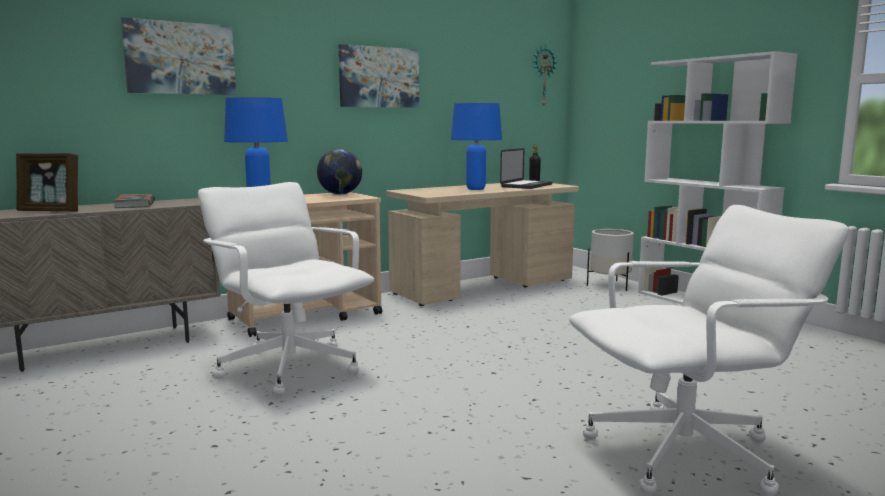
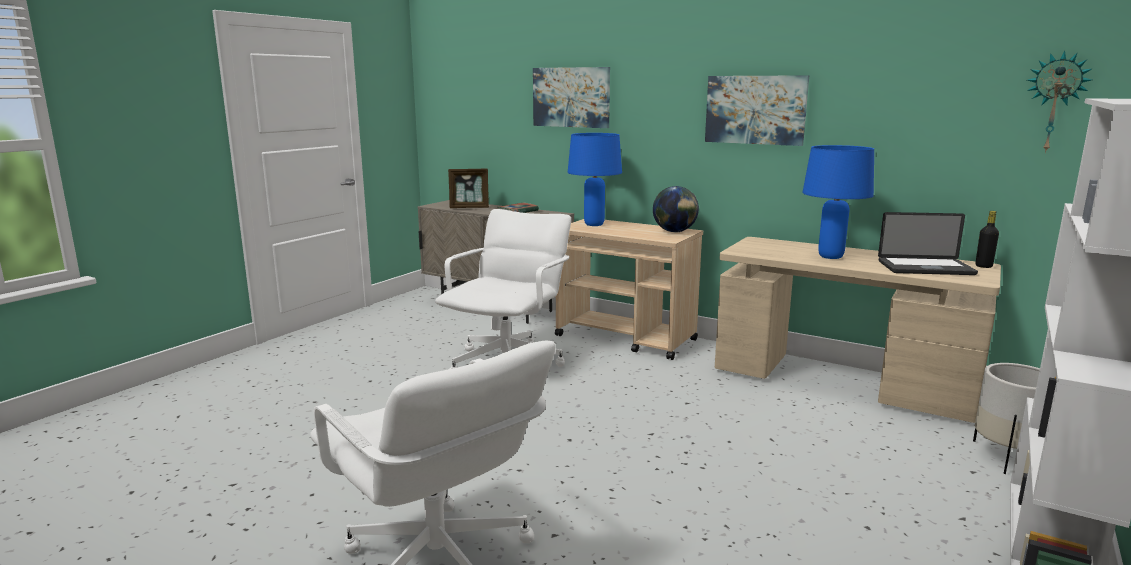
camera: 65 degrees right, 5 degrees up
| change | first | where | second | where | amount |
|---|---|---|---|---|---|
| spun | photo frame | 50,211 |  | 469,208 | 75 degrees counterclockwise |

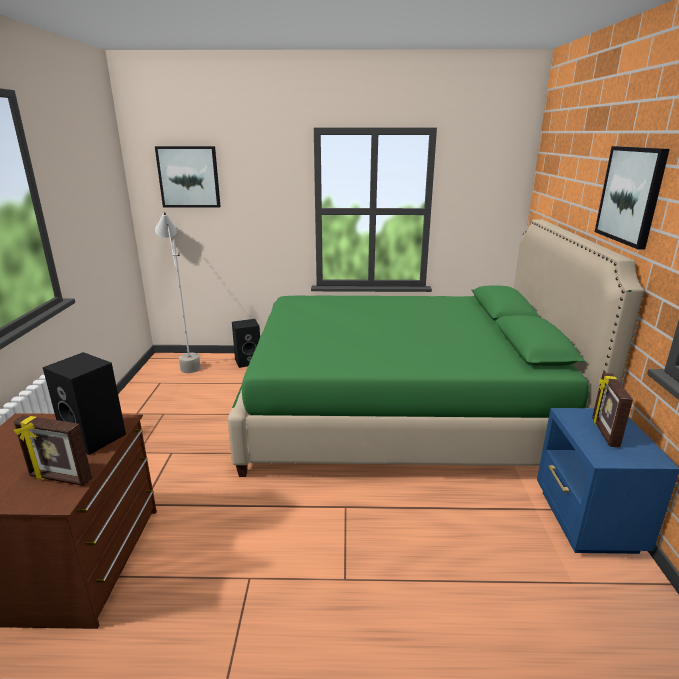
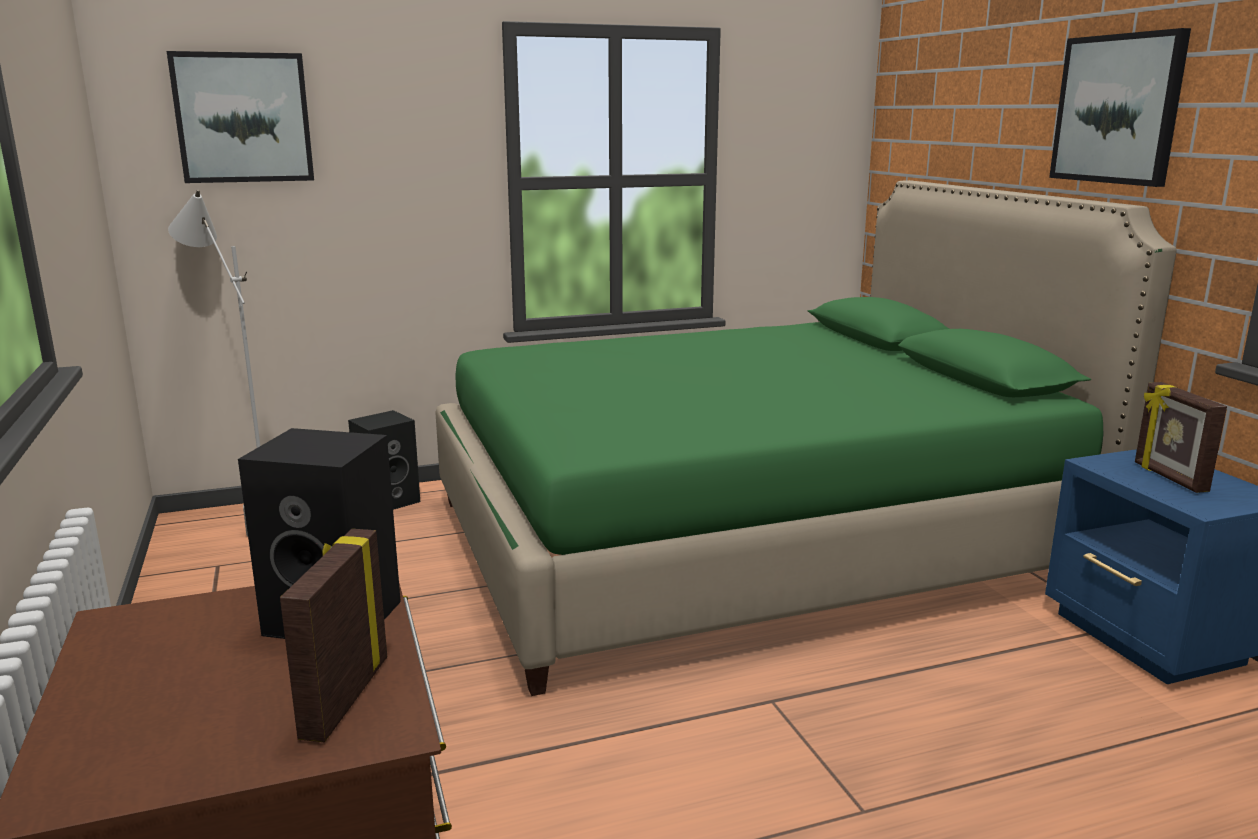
camera: 20 degrees left, 5 degrees down
| change | first | where | second | where | amount |
|---|---|---|---|---|---|
| spun | photo frame | 60,479 |  | 343,697 | 105 degrees clockwise |

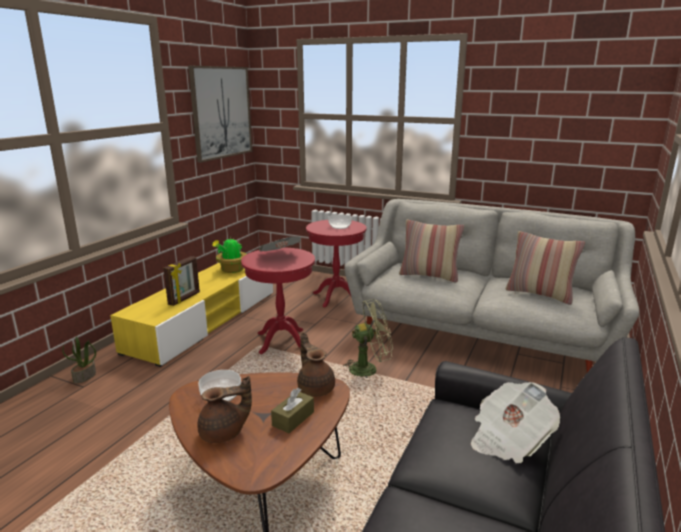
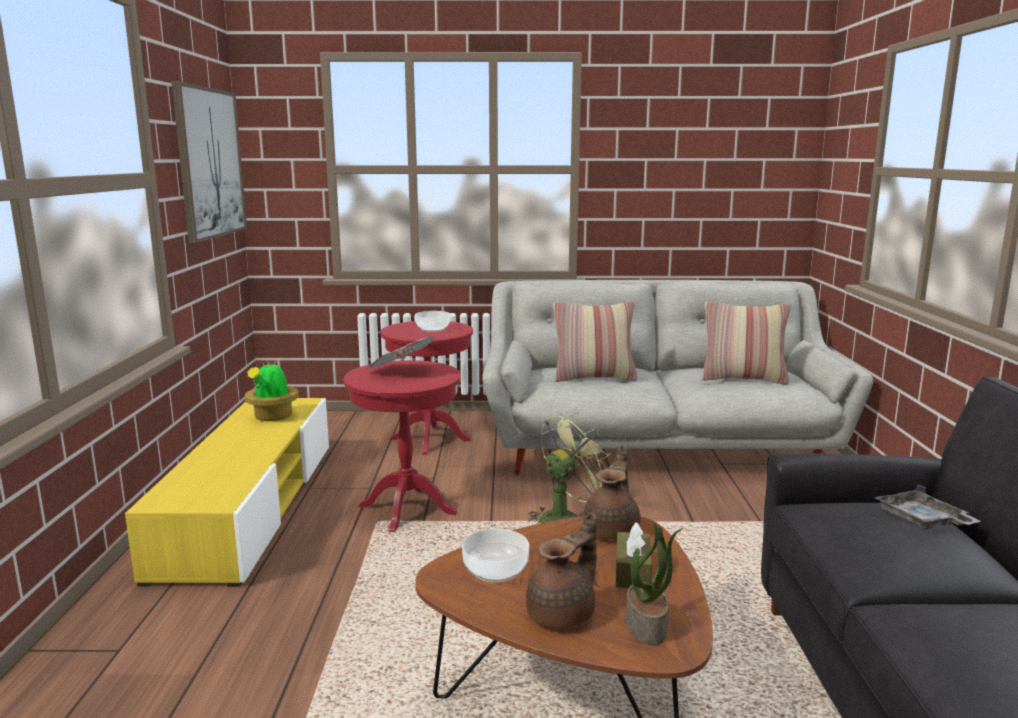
camera: 25 degrees left, 5 degrees down
| change | first | where | second | where | amount |
|---|---|---|---|---|---|
| missing | photo frame | 184,299 |  |  |  |
| relocated | houseplant | 84,377 |  | 647,627 |  |
| exchanged | printed paper | 509,439 | grey tray | 922,520 |  |
| spun | brownish teapot | 315,387 |  | 613,530 | 75 degrees clockwise |

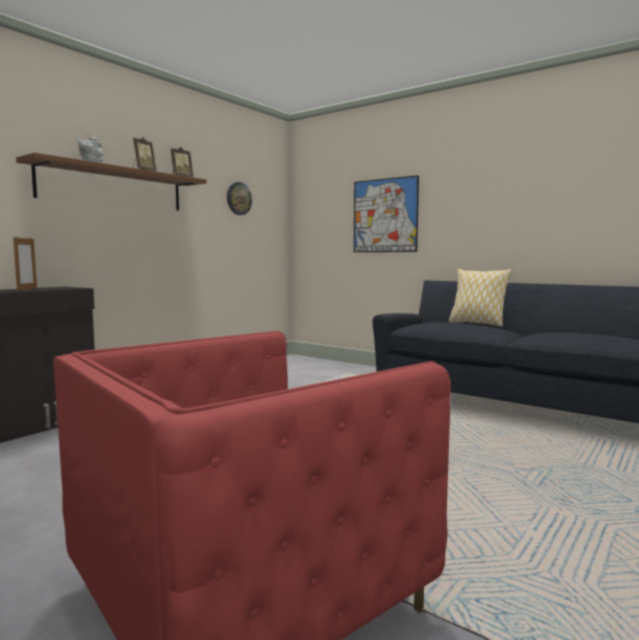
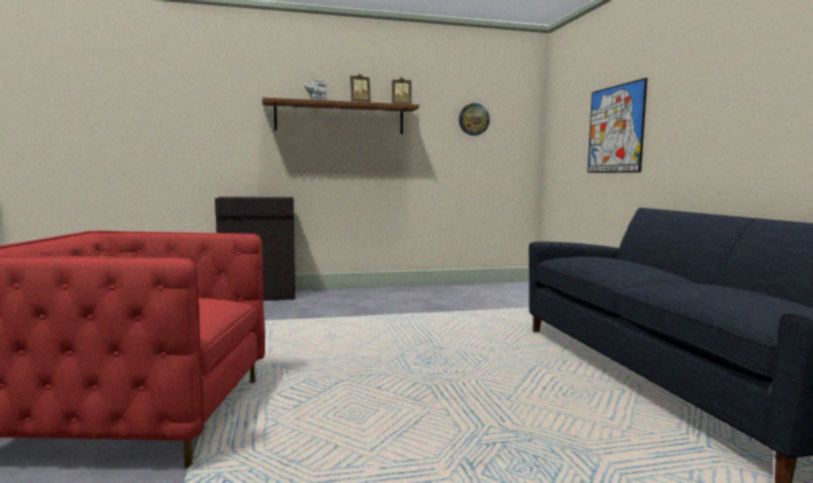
camera: 40 degrees right, 0 degrees up
| change | first | where | second | where | amount |
|---|---|---|---|---|---|
| missing | photo frame | 27,289 |  |  |  |
| missing | pillow | 477,324 |  |  |  |

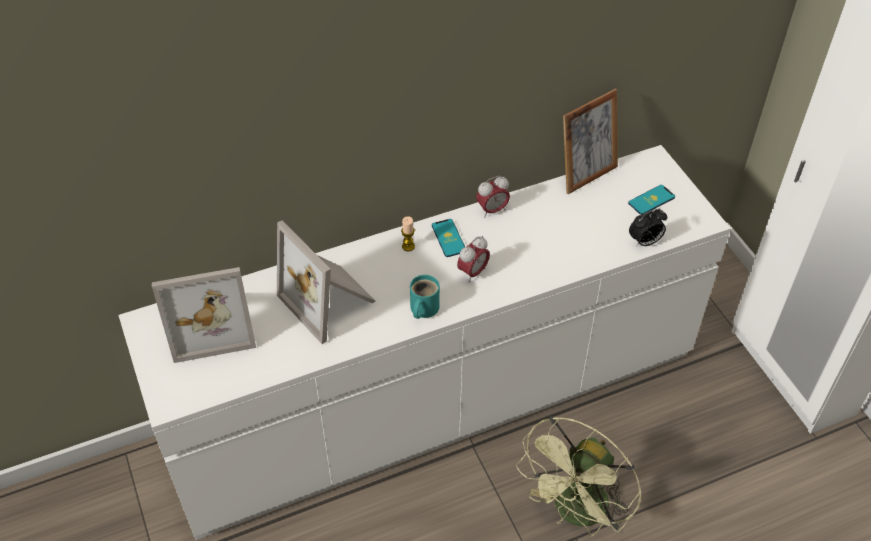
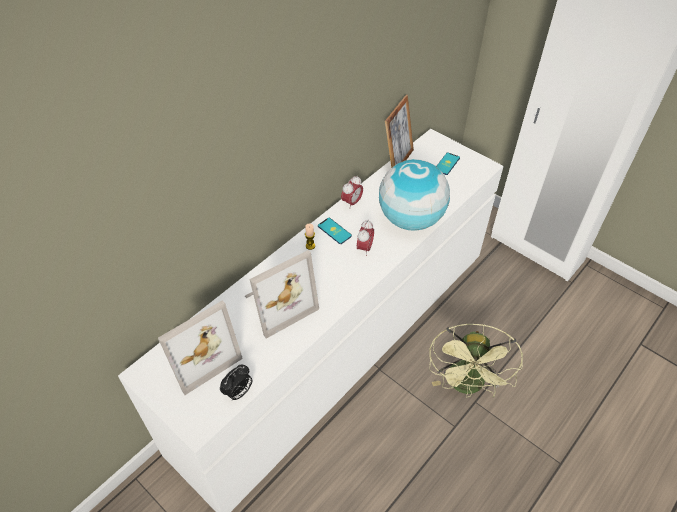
camera: 25 degrees left, 0 degrees up
| change | first | where | second | where | amount |
|---|---|---|---|---|---|
| missing | blue-green mug | 422,308 |  |  |  |
| appeared |  |  | desk globe | 411,219 |  |
| relocated | bedside clock | 645,242 |  | 238,392 |  |
| spun | photo frame | 330,300 |  | 277,303 | 60 degrees counterclockwise |

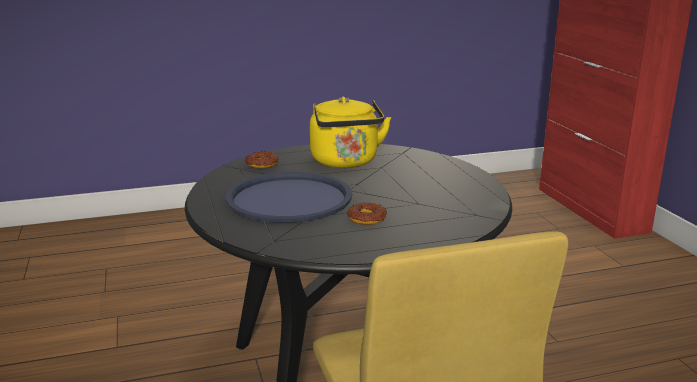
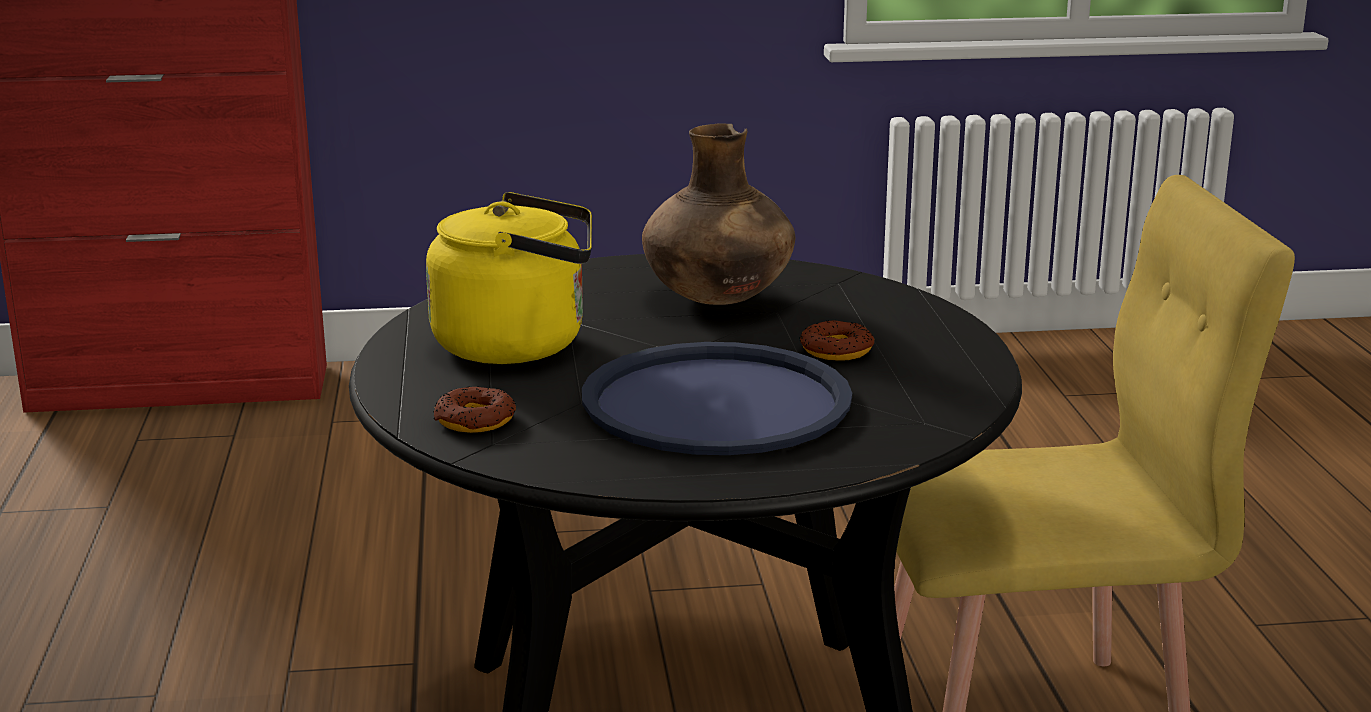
camera: 80 degrees left, 0 degrees up
| change | first | where | second | where | amount |
|---|---|---|---|---|---|
| appeared |  |  | brownish vase | 718,300 |  |

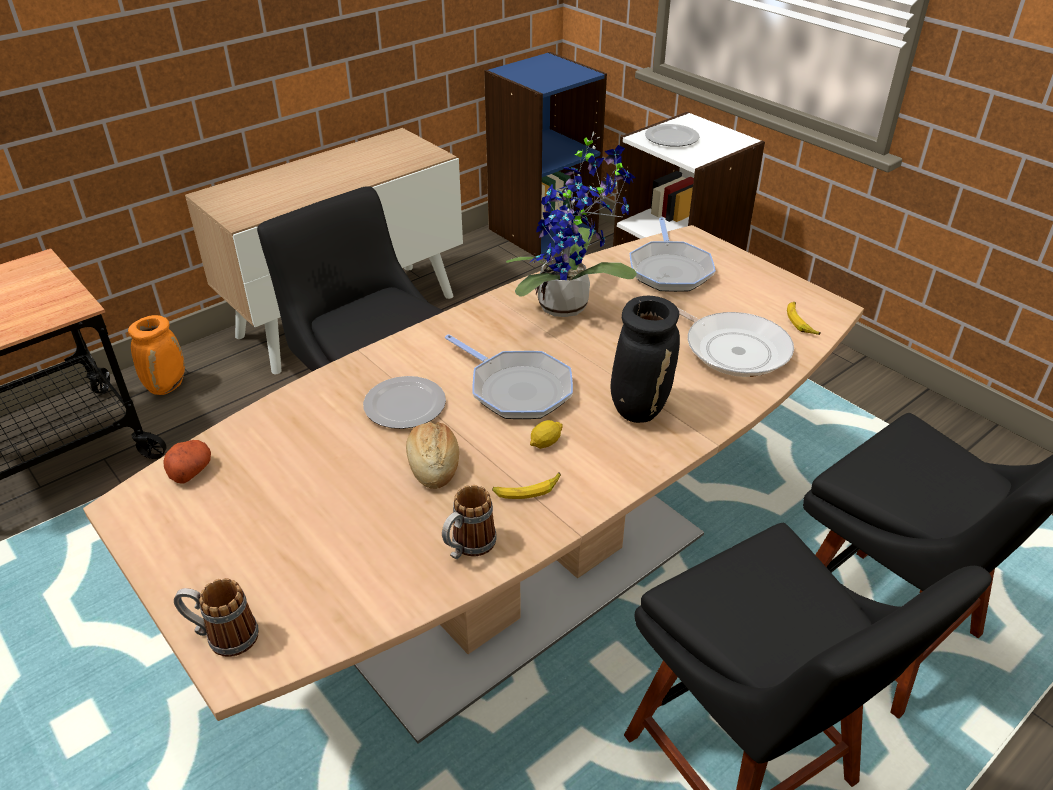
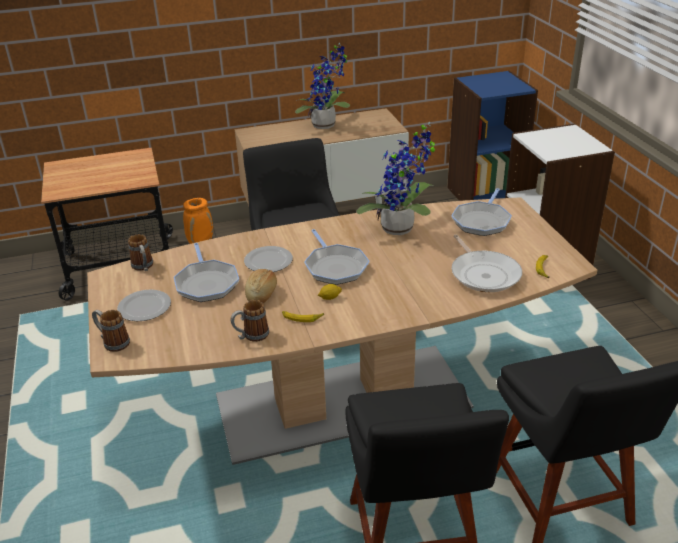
camera: 25 degrees right, 5 degrees down
| change | first | where | second | where | amount |
|---|---|---|---|---|---|
| missing | blackish vase | 639,408 |  |  |  |
| appeared |  |  | frying pan | 206,283 |  |
| appeared |  |  | houseplant | 326,126 |  |
| relocated | dinner plate | 670,138 |  | 144,307 |  |
| exchanged | spud | 190,470 | mug | 143,267 |  |

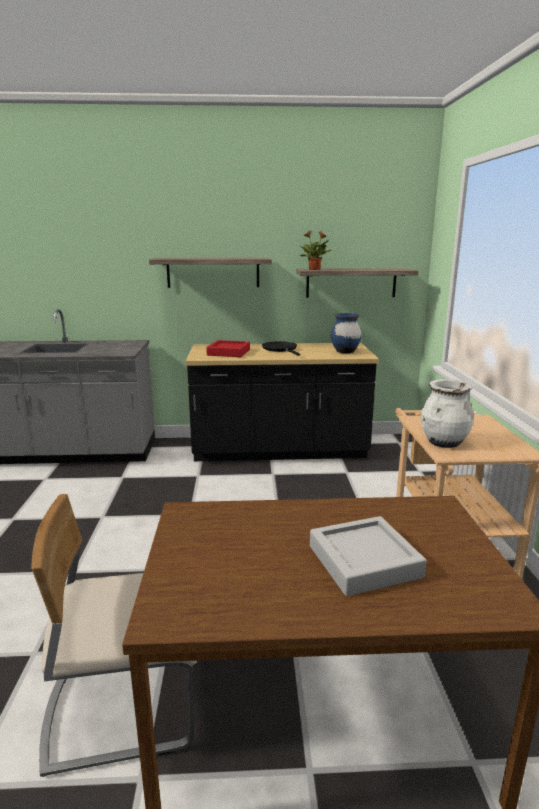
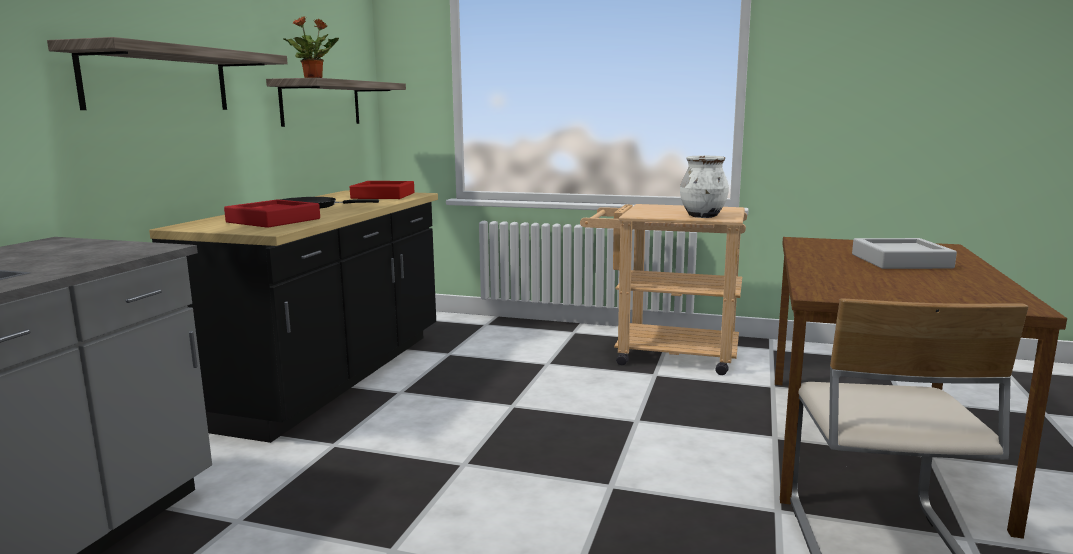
camera: 70 degrees left, 5 degrees down
| change | first | where | second | where | amount |
|---|---|---|---|---|---|
| exchanged | bluish vase | 345,352 | reddish tray | 383,196 |  |

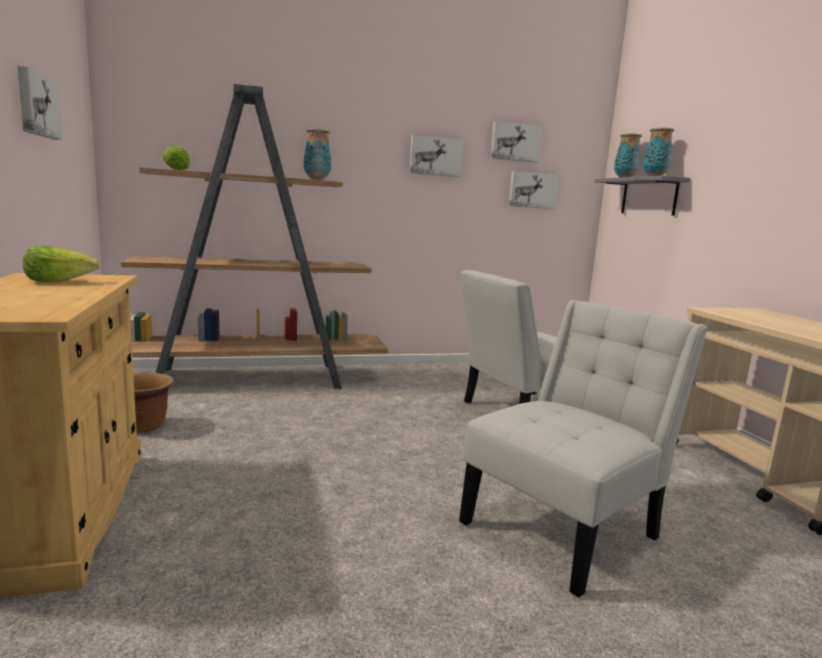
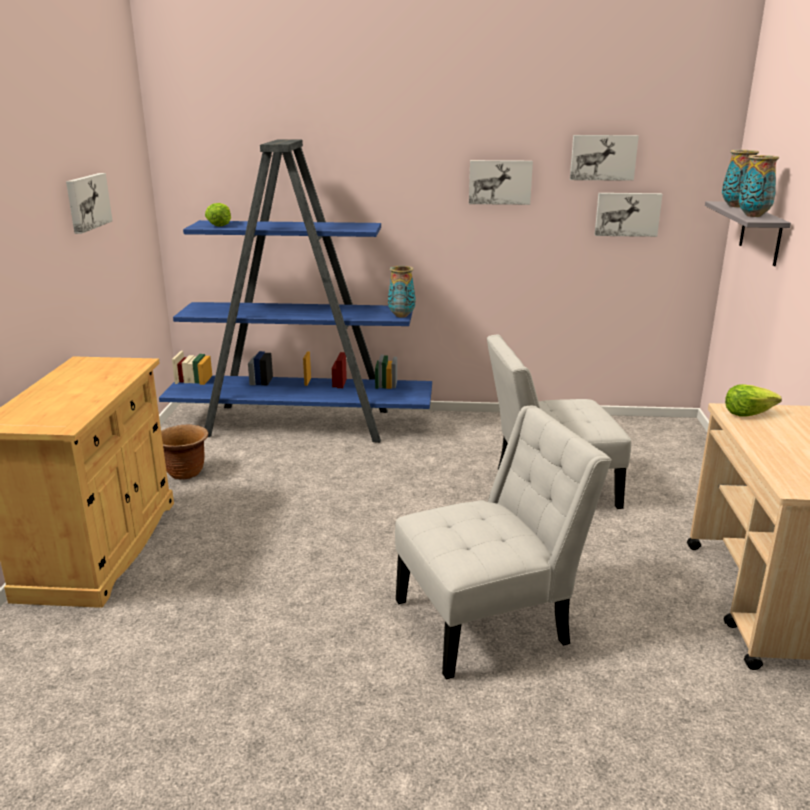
camera: 20 degrees right, 10 degrees up
| change | first | where | second | where | amount |
|---|---|---|---|---|---|
| relocated | lettuce head | 59,281 |  | 747,413 |  |
| relocated | vase | 317,180 |  | 401,316 |  |
| colour | brownish bookcase | 254,378 | bluish bookcase | 302,424 |  |

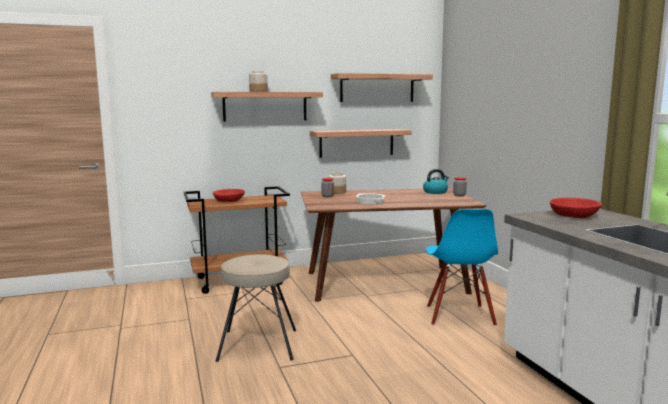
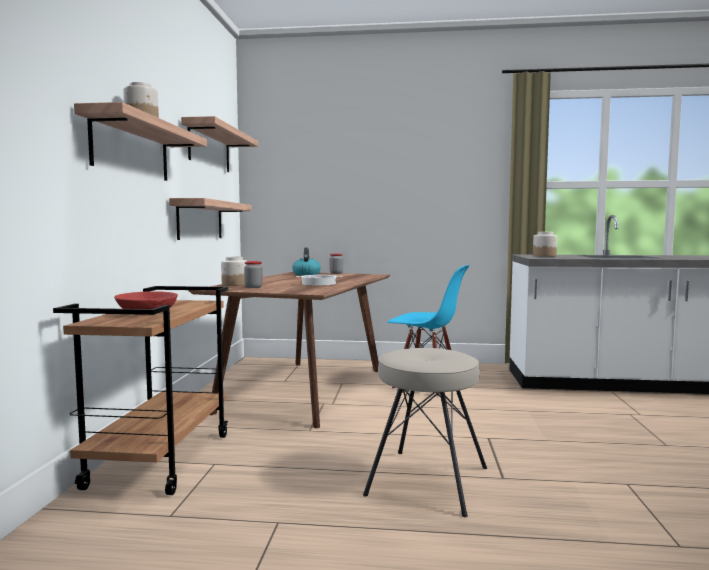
camera: 65 degrees left, 5 degrees down
| change | first | where | second | where | amount |
|---|---|---|---|---|---|
| exchanged | reddish deep dish | 574,216 | preserve jar | 544,256 |  |

